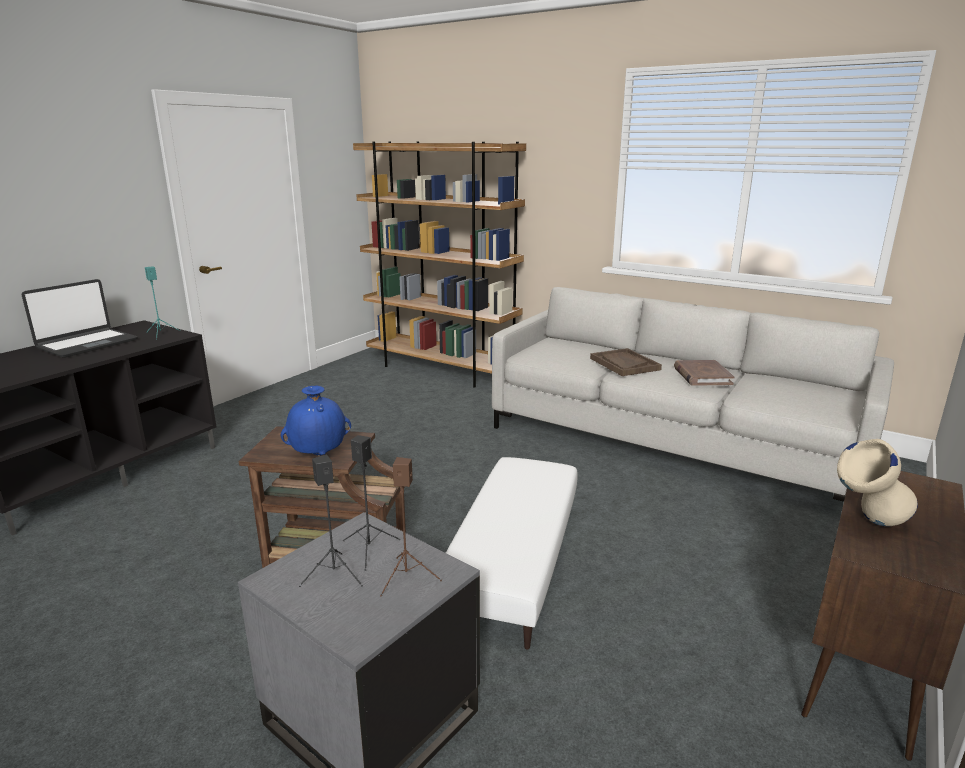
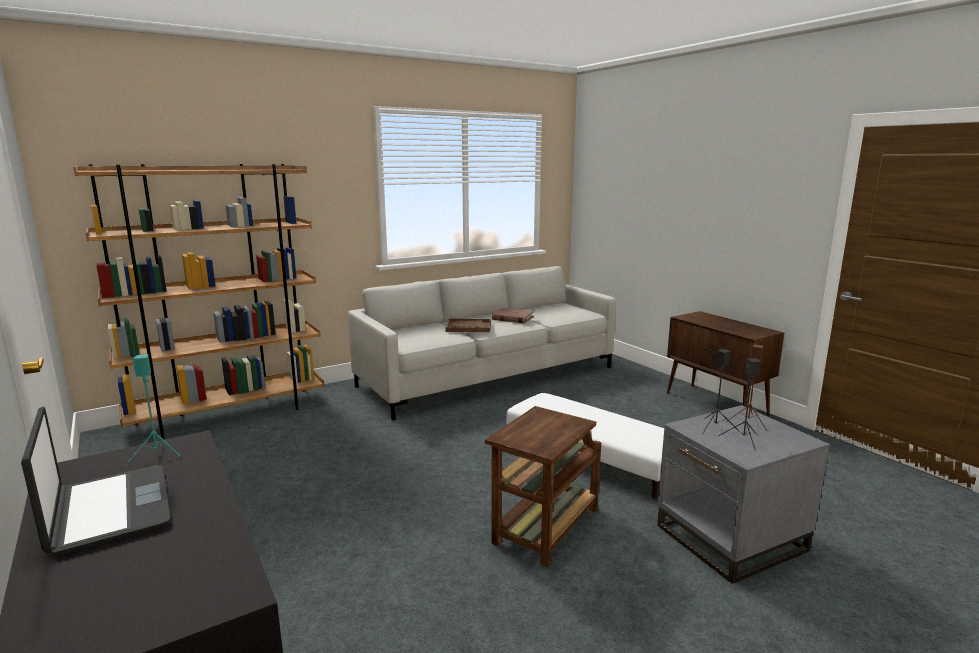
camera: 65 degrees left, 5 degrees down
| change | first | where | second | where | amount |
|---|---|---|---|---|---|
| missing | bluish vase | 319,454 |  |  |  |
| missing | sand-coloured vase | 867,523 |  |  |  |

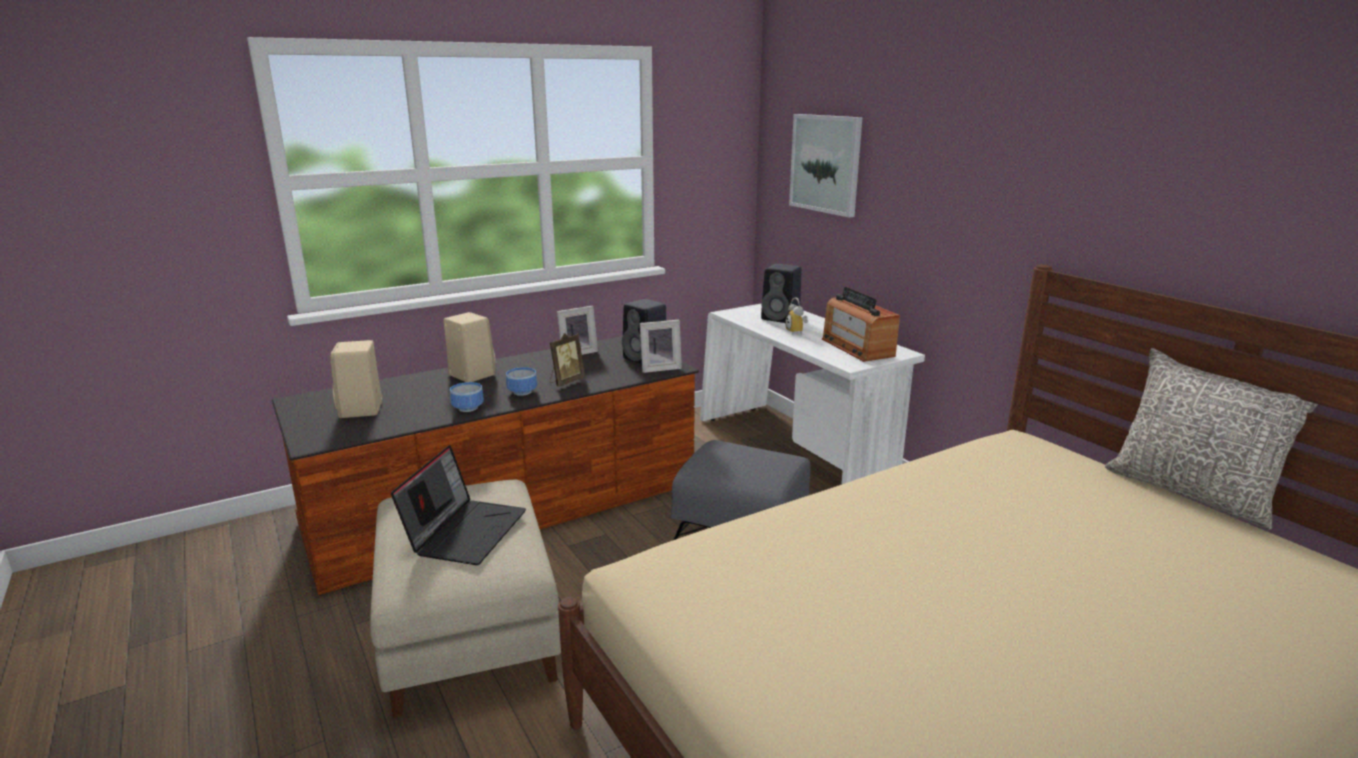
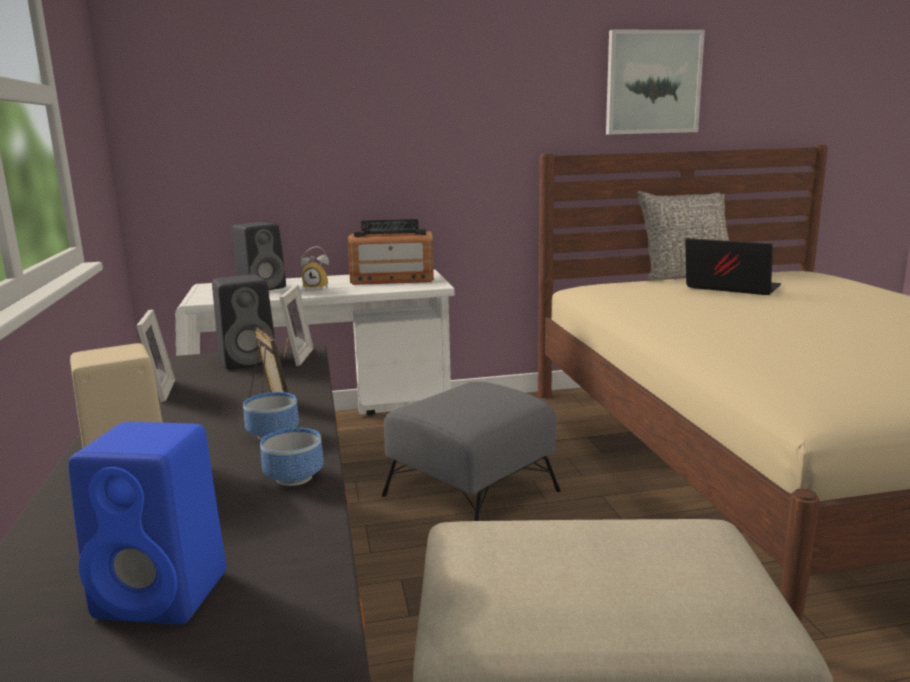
camera: 70 degrees left, 5 degrees down
| change | first | where | second | where | amount |
|---|---|---|---|---|---|
| relocated | laptop | 465,531 |  | 730,288 |  |
| relocated | wall picture | 826,164 |  | 653,82 |  |
| colour | sand-coloured audio speaker | 361,410 | bluish audio speaker | 166,594 |  |

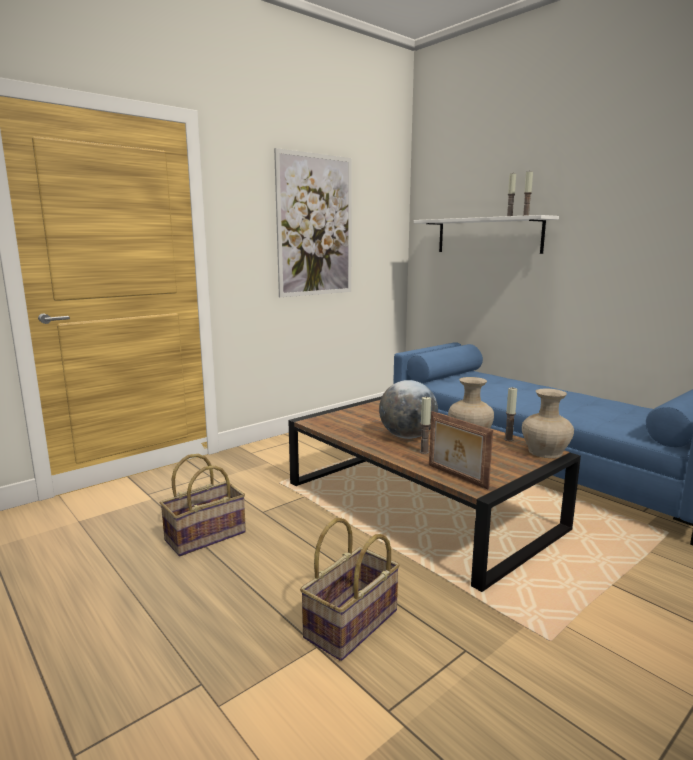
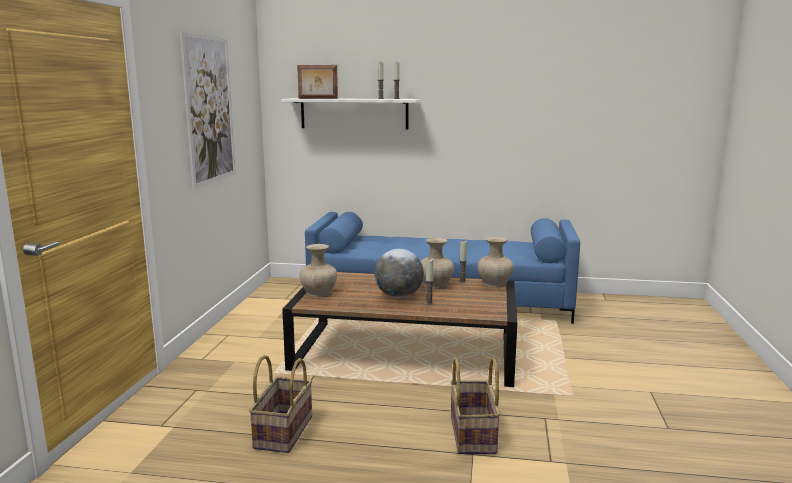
camera: 40 degrees left, 0 degrees up
| change | first | where | second | where | amount |
|---|---|---|---|---|---|
| appeared |  |  | sand-coloured vase | 318,293 |  |
| relocated | photo frame | 456,477 |  | 317,98 |  |

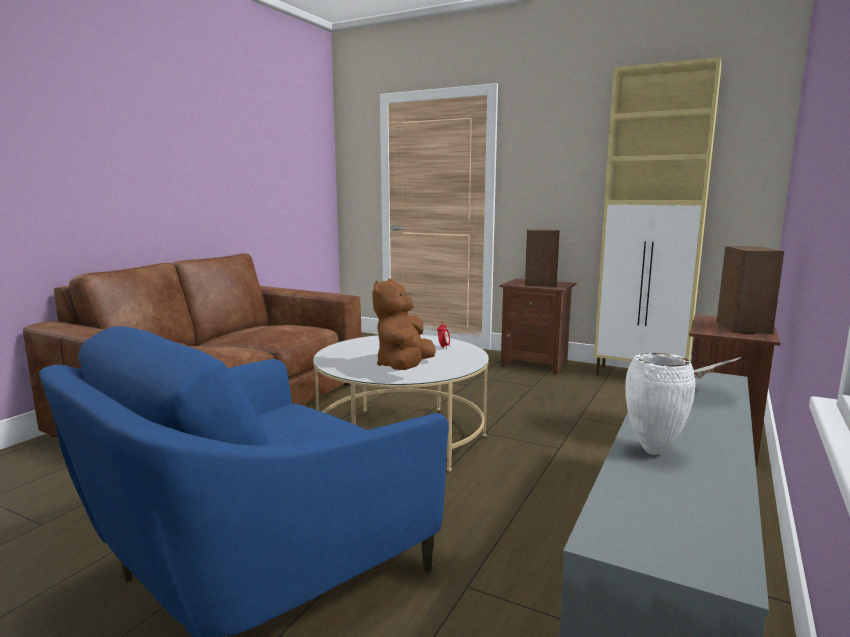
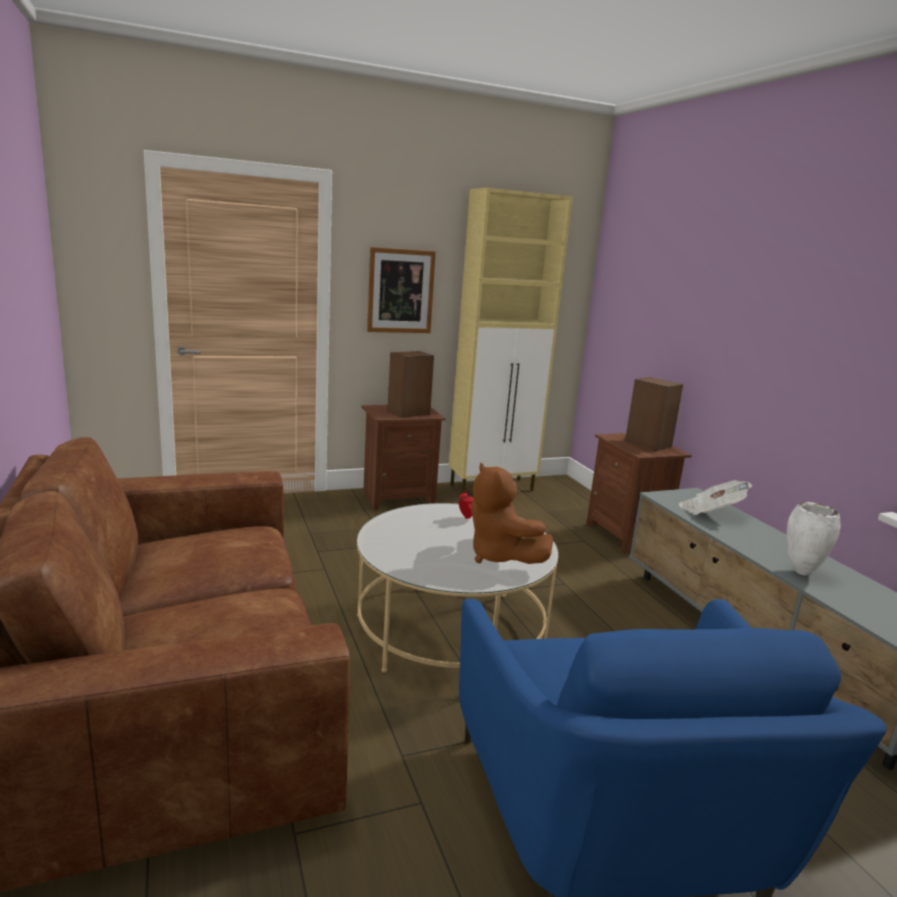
camera: 50 degrees left, 5 degrees up
| change | first | where | second | where | amount |
|---|---|---|---|---|---|
| appeared |  |  | wall picture | 400,291 |  |

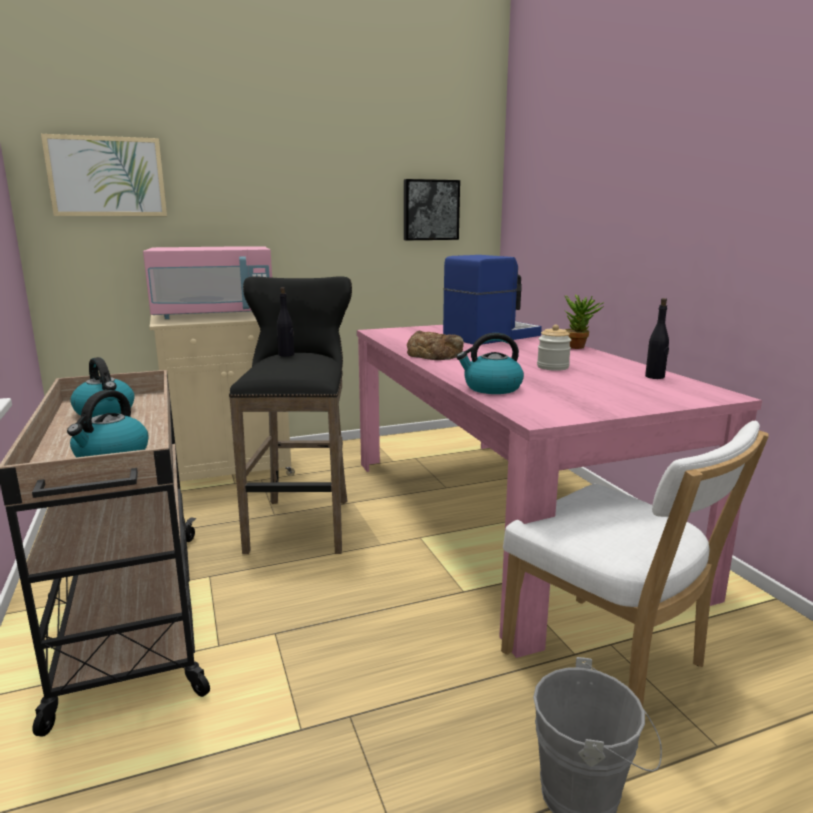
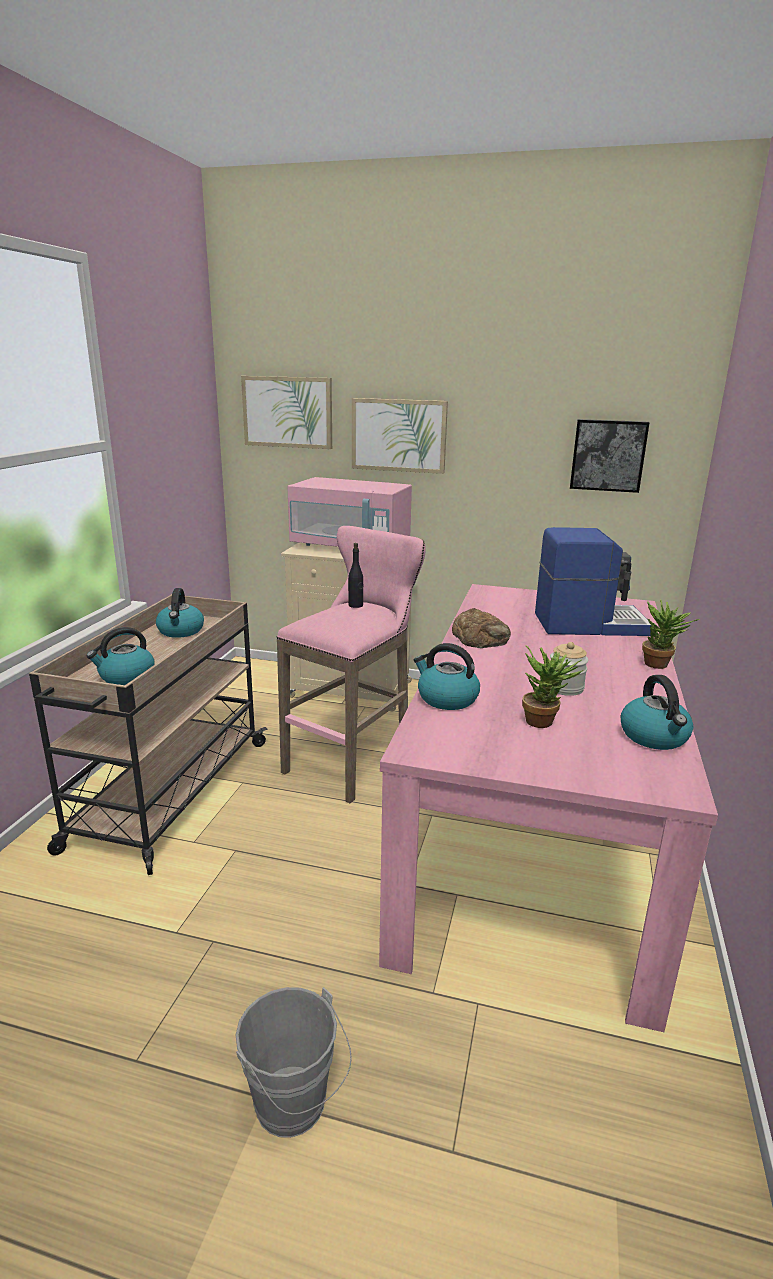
camera: 35 degrees right, 5 degrees up
| change | first | where | second | where | amount |
|---|---|---|---|---|---|
| missing | white-coloured plain chair | 610,664 |  |  |  |
| appeared |  |  | wall picture | 399,435 |  |
| appeared |  |  | houseplant | 544,721 |  |
| exchanged | blackish drink bottle | 655,377 | tea kettle | 654,737 |  |
| colour | blackish sitting stool | 302,522 | pinkish sitting stool | 353,760 |  |

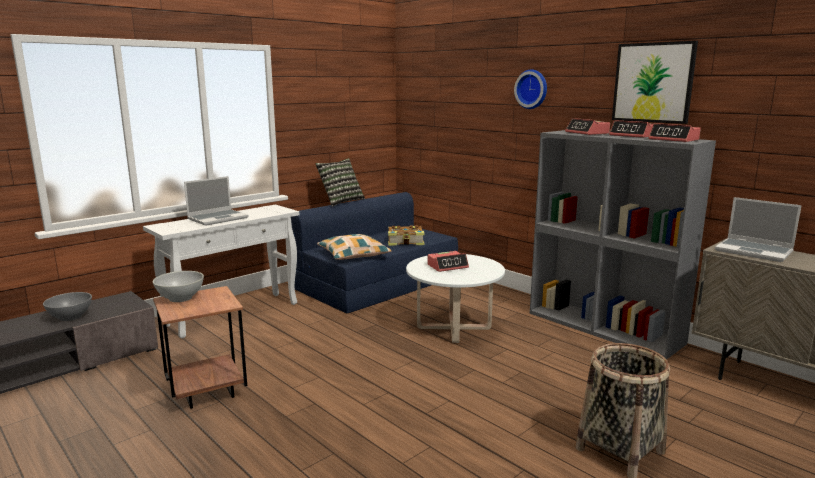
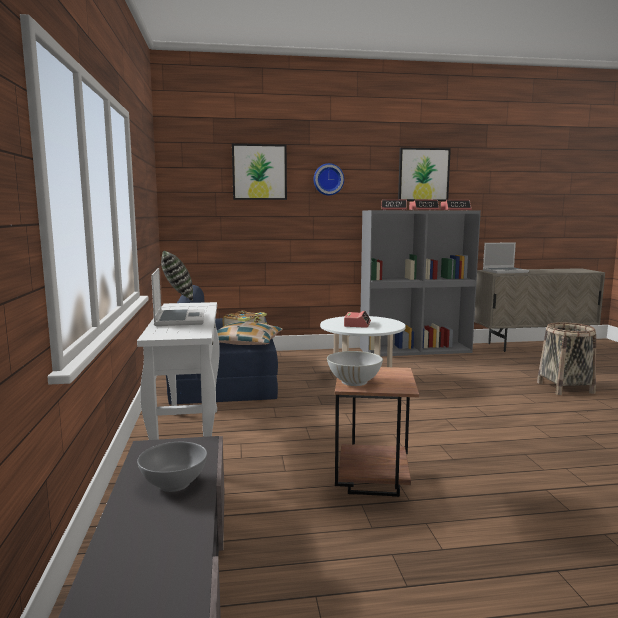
camera: 55 degrees left, 5 degrees down
| change | first | where | second | where | amount |
|---|---|---|---|---|---|
| appeared |  |  | wall picture | 259,172 |  |

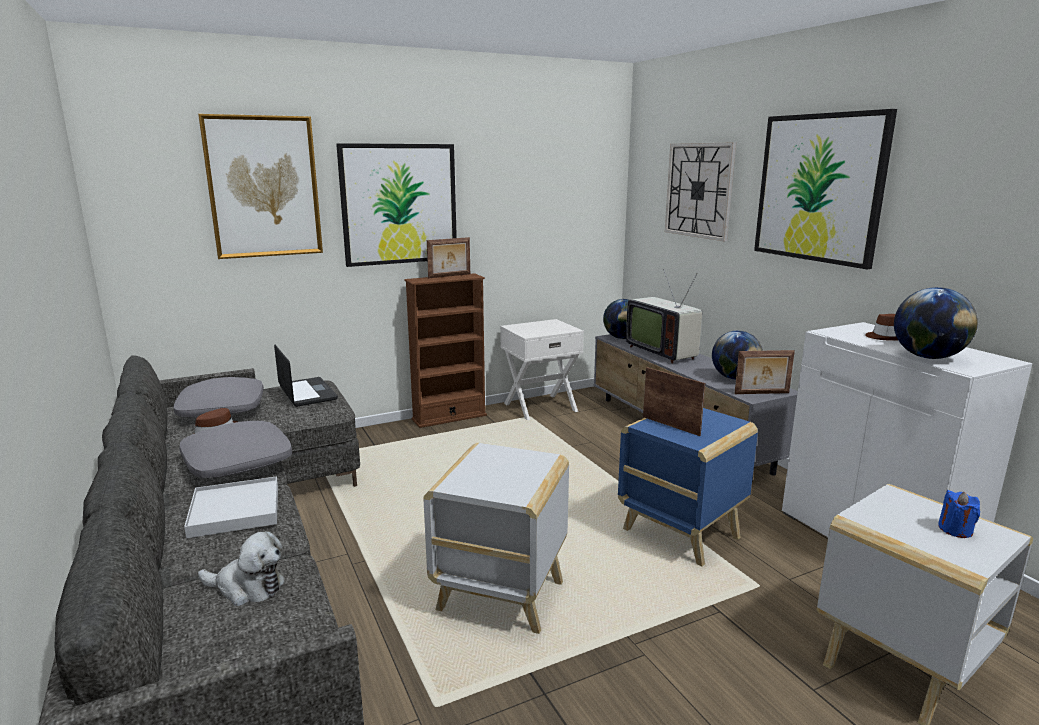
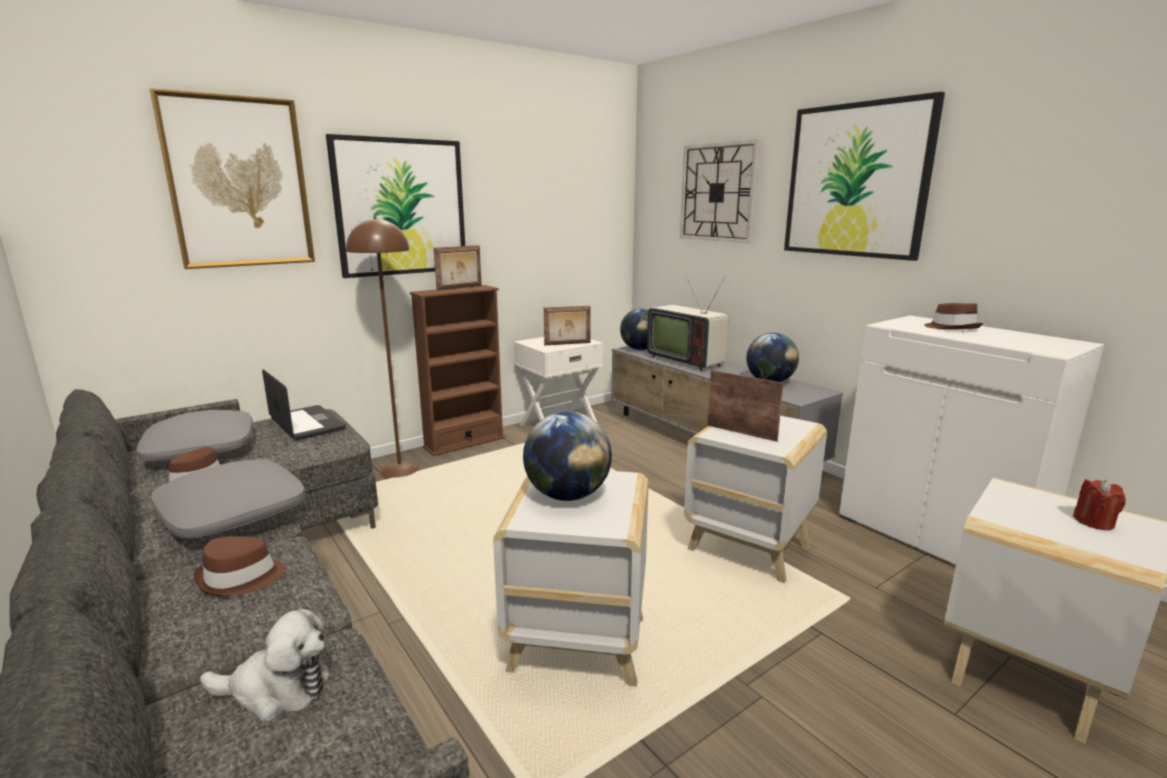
camera: 10 degrees left, 0 degrees up
| change | first | where | second | where | amount |
|---|---|---|---|---|---|
| appeared |  |  | brownish floor lamp | 400,470 |  |
| relocated | photo frame | 762,393 |  | 567,344 |  |
| relocated | desk globe | 927,357 |  | 567,495 |  |
| exchanged | white-coloured tray | 235,511 | brownish clothing hat | 241,578 |  |
| colour | bluish end table | 678,533 | white-coloured end table | 746,548 |  |
| colour | bluish wax light | 955,530 | reddish wax light | 1094,522 |  |

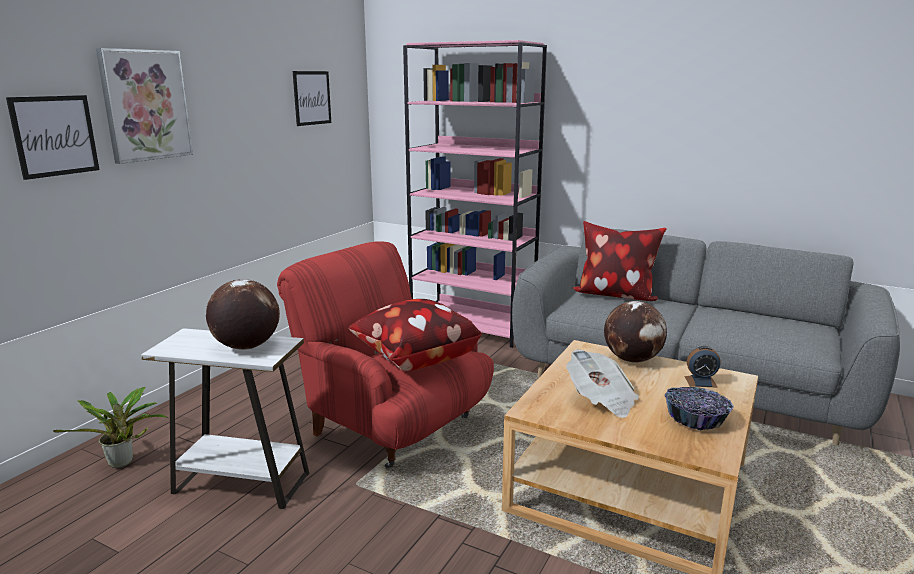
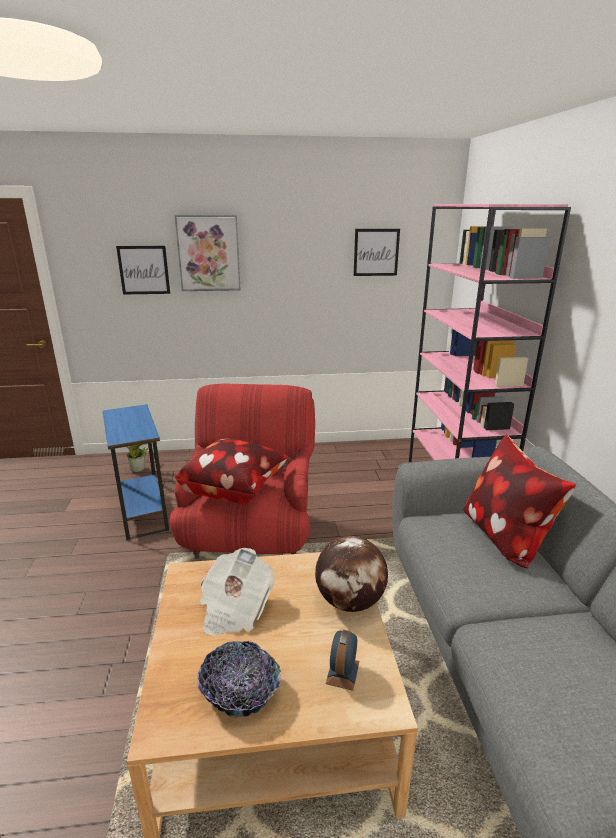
camera: 55 degrees right, 5 degrees up
| change | first | where | second | where | amount |
|---|---|---|---|---|---|
| missing | desk globe | 246,346 |  |  |  |
| colour | white-coloured end table | 241,483 | bluish end table | 143,513 |  |
| spun | bedside clock | 700,382 |  | 342,672 | 45 degrees clockwise |

